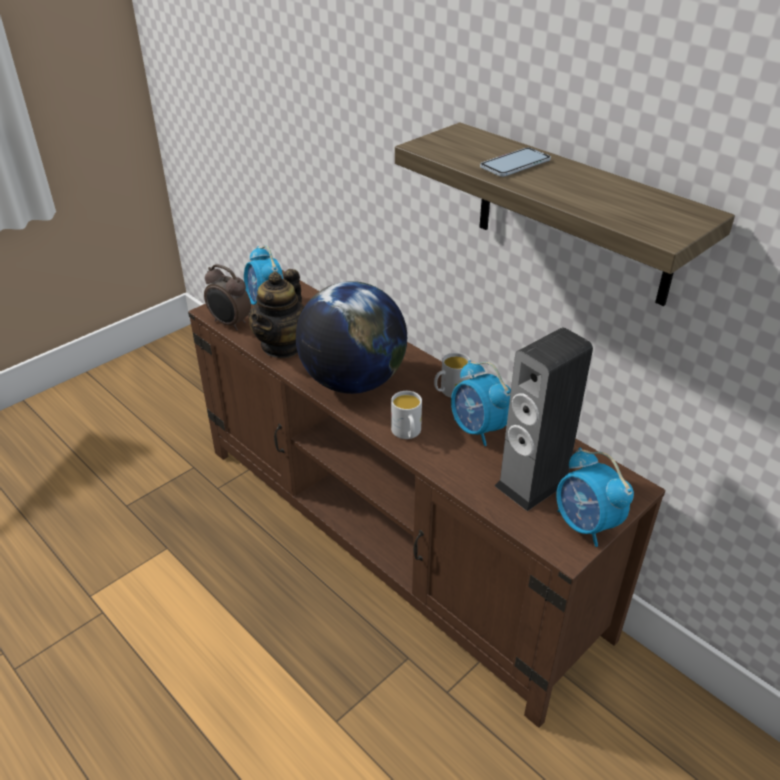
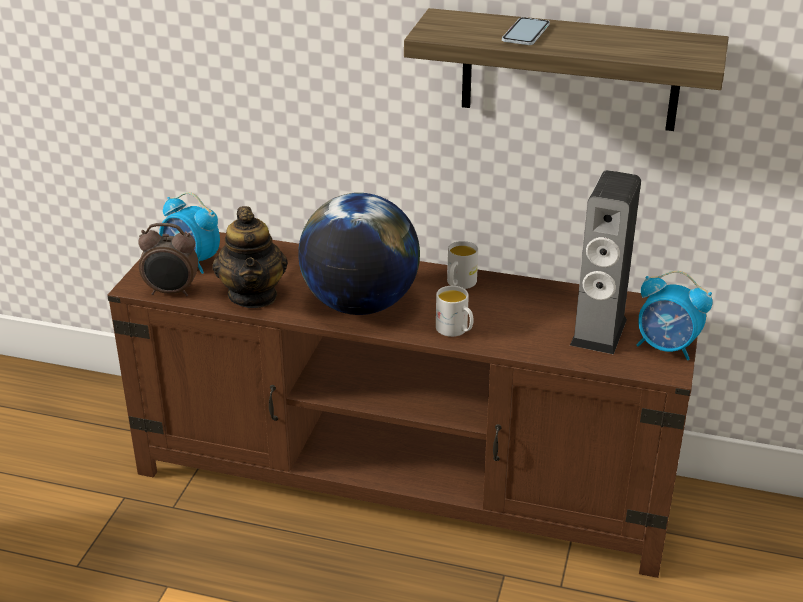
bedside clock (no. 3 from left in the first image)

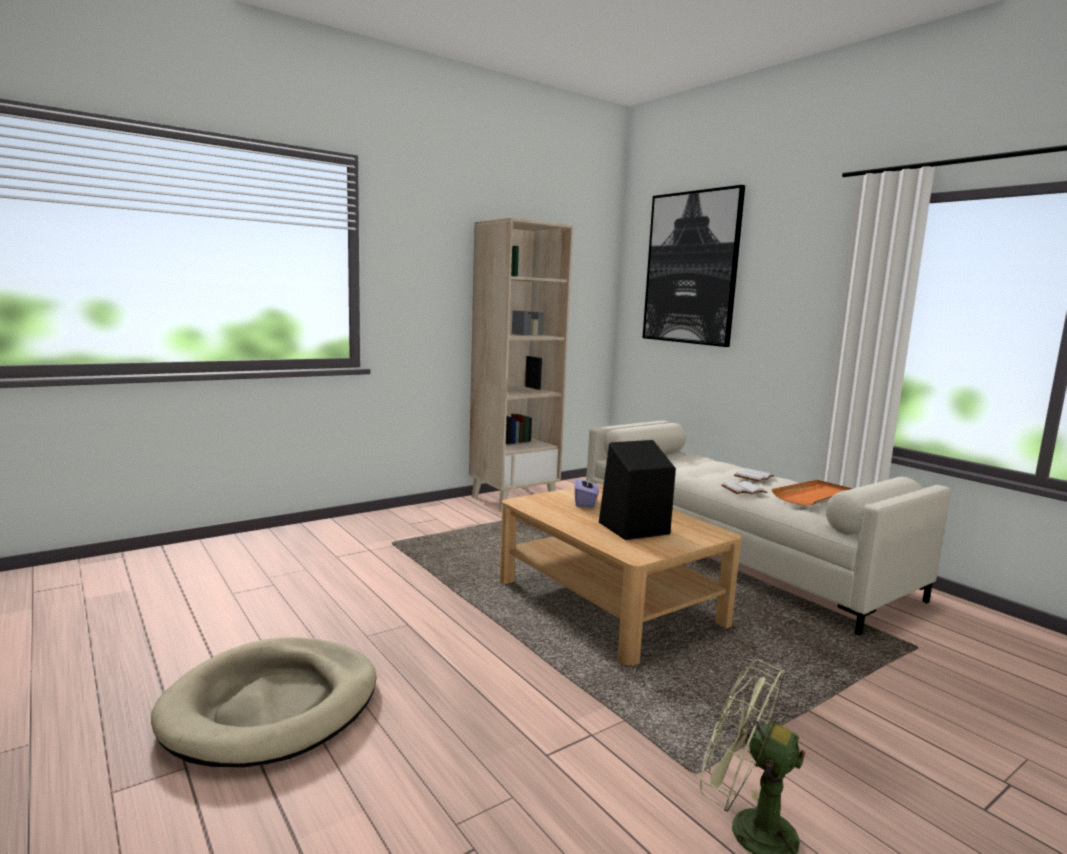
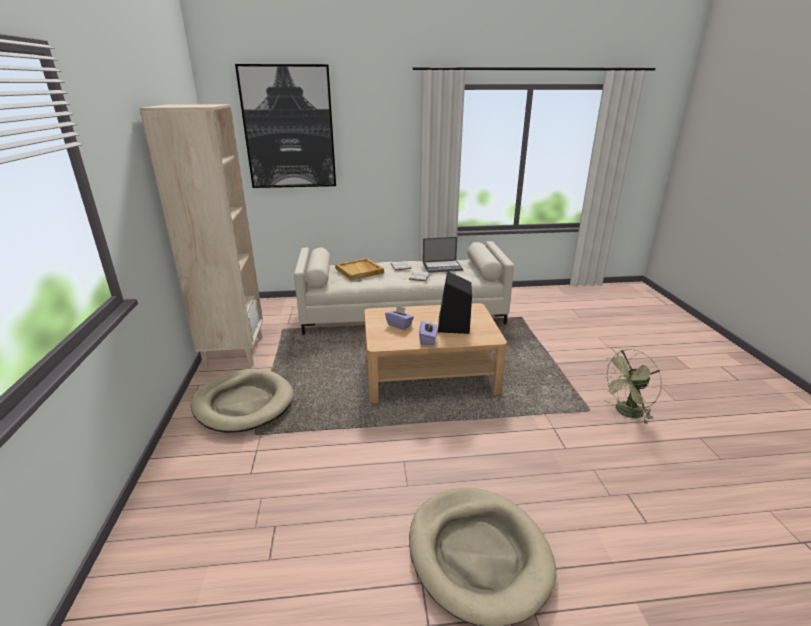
laptop
carrying tray/beige
tissue holder/purplish (no. 2 from left)
dog bed/beige (no. 1 from left)

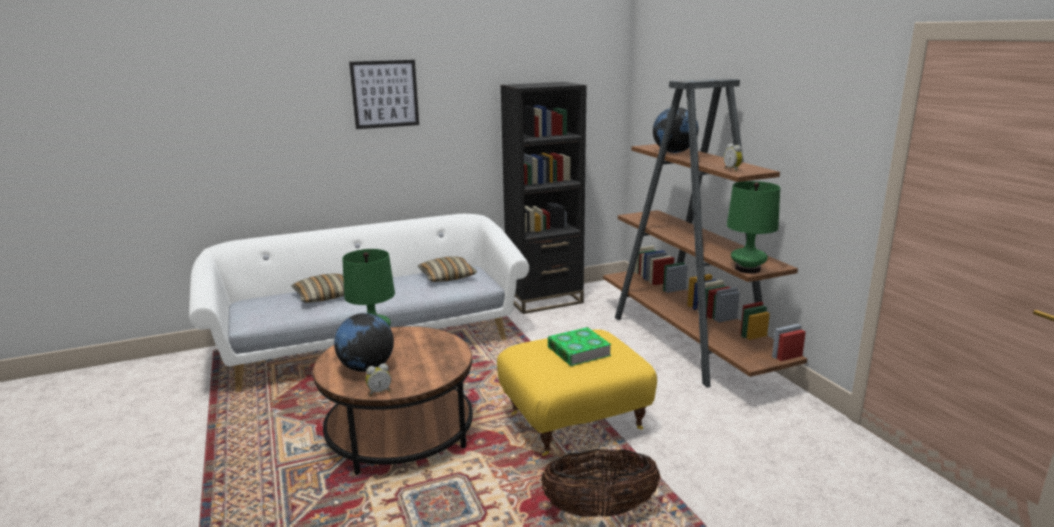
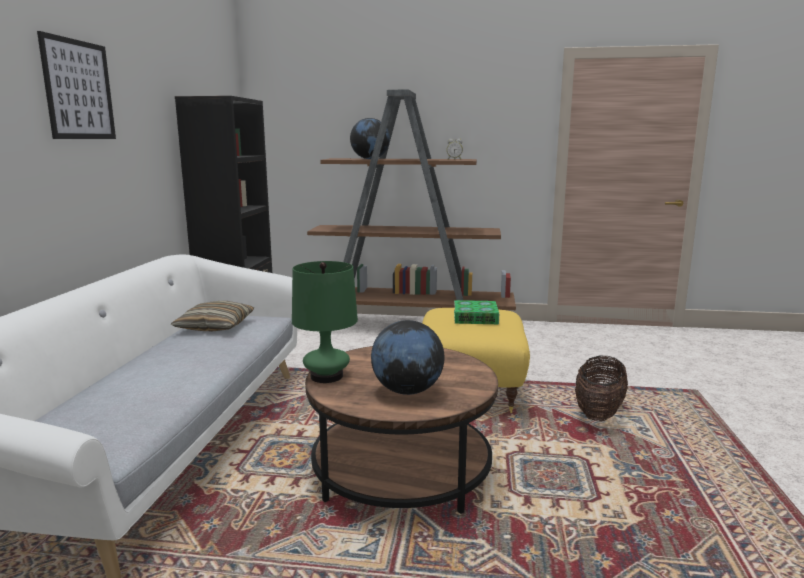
tabletop lamp/green-coloured (no. 2 from left in the first image)
cushion (no. 1 from left in the first image)
bedside clock (no. 1 from left in the first image)

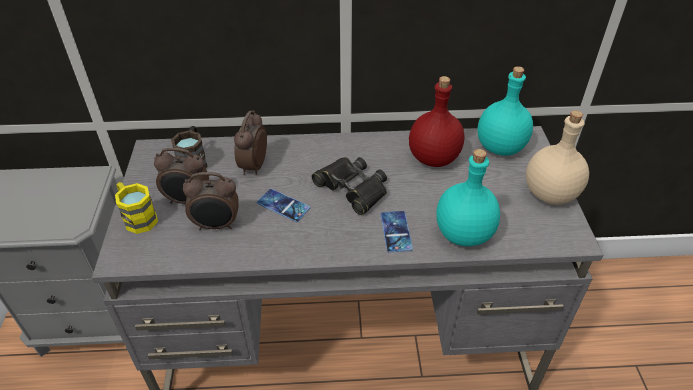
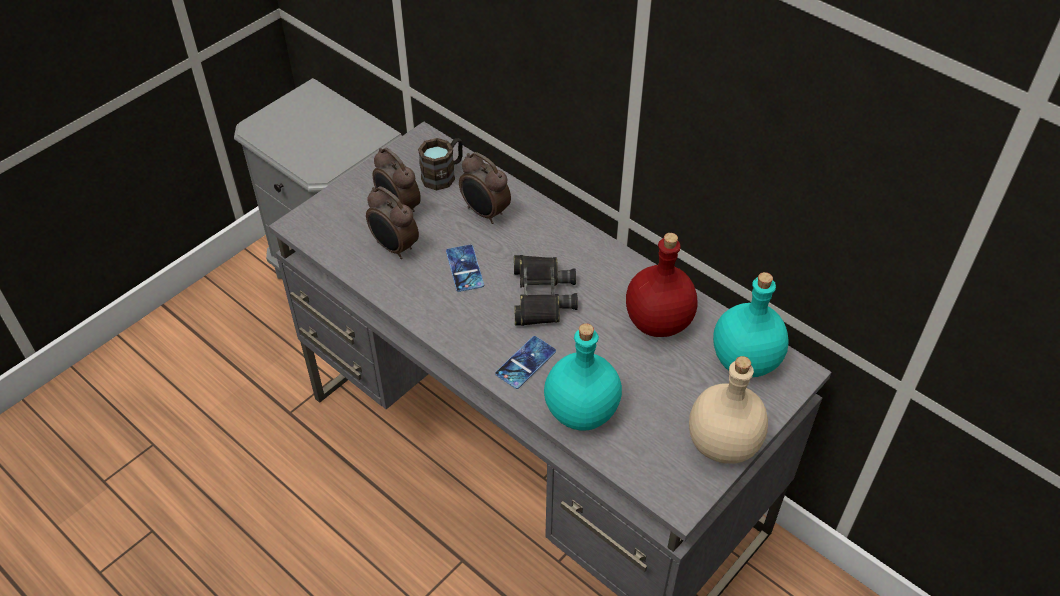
bedside clock (no. 3 from left)
tea mug/yellow

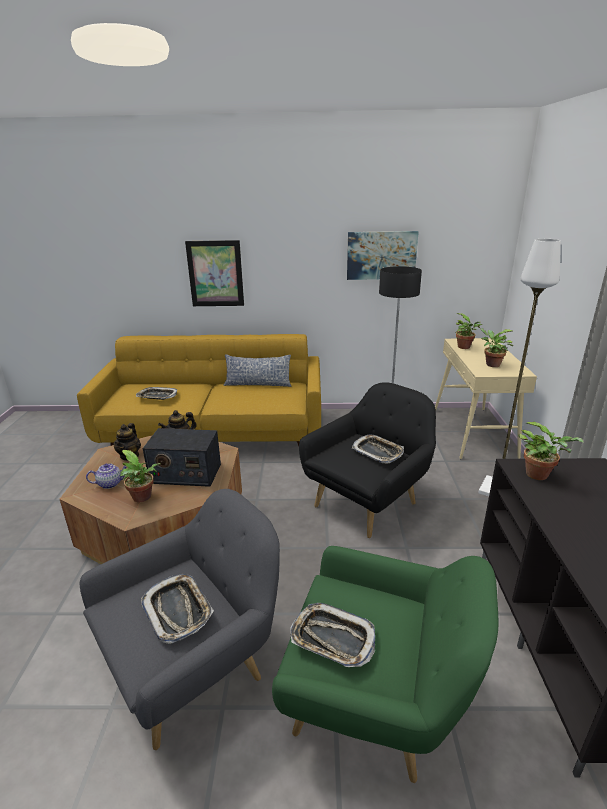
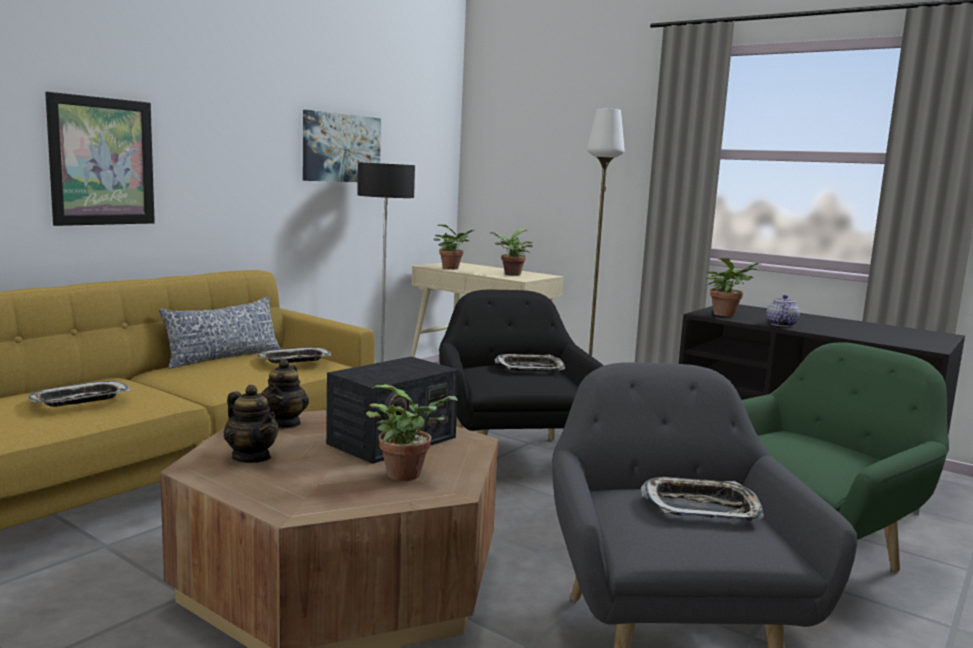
teapot (no. 3 from left)
carrying tray (no. 2 from left)

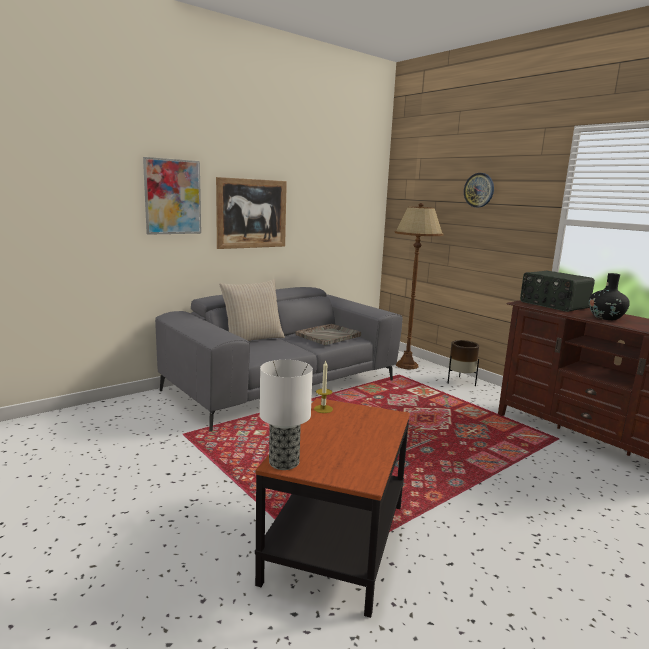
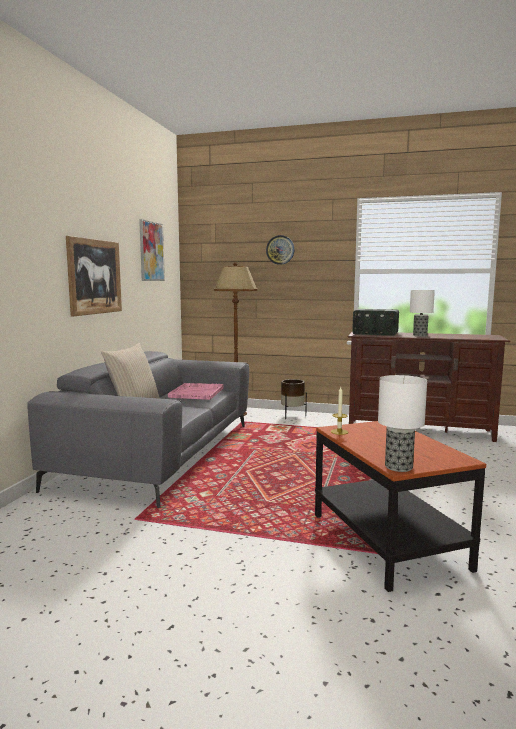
wall picture (no. 2 from left)
tabletop lamp (no. 2 from left)
carrying tray/pinkish

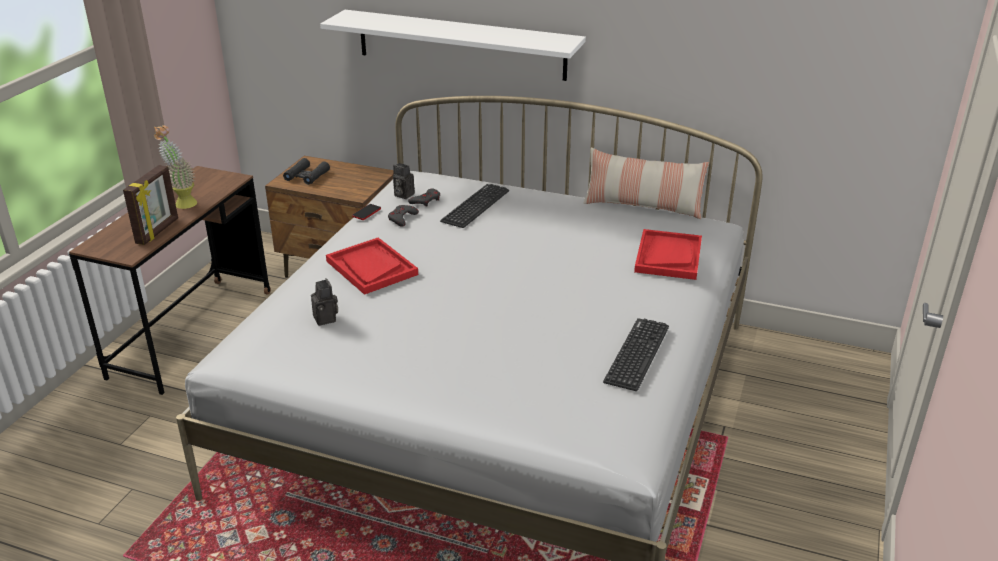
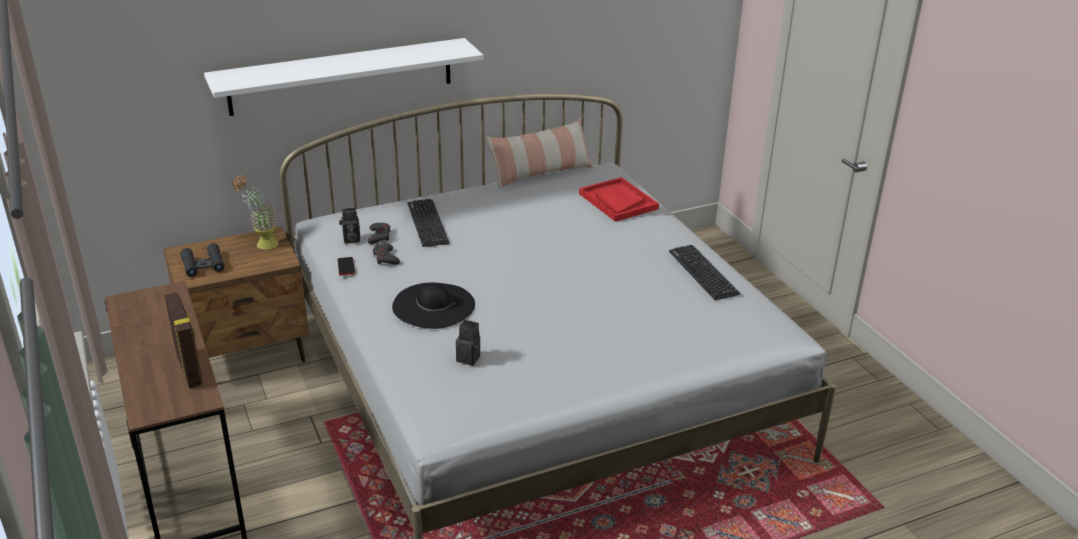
plant in a pot
clothing hat/blackish

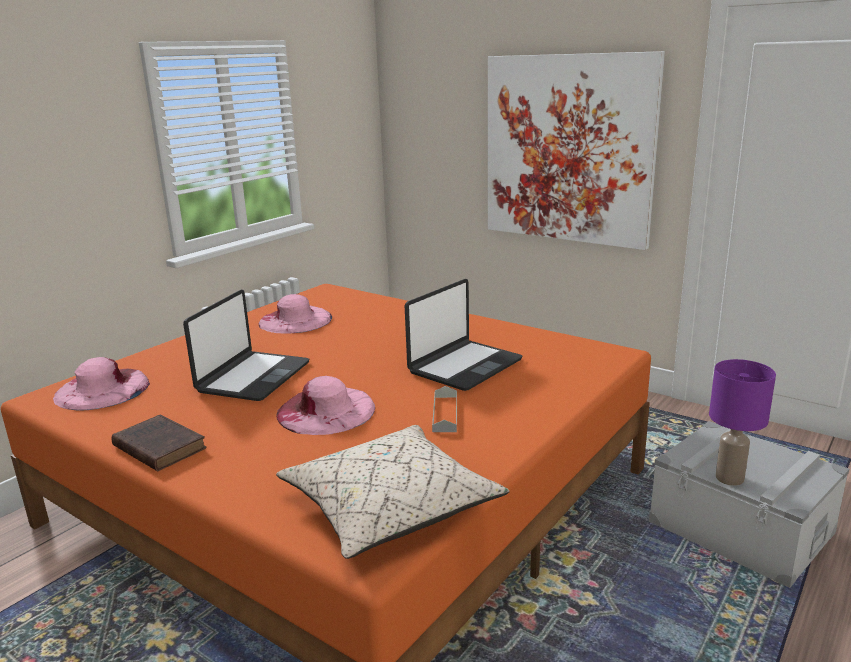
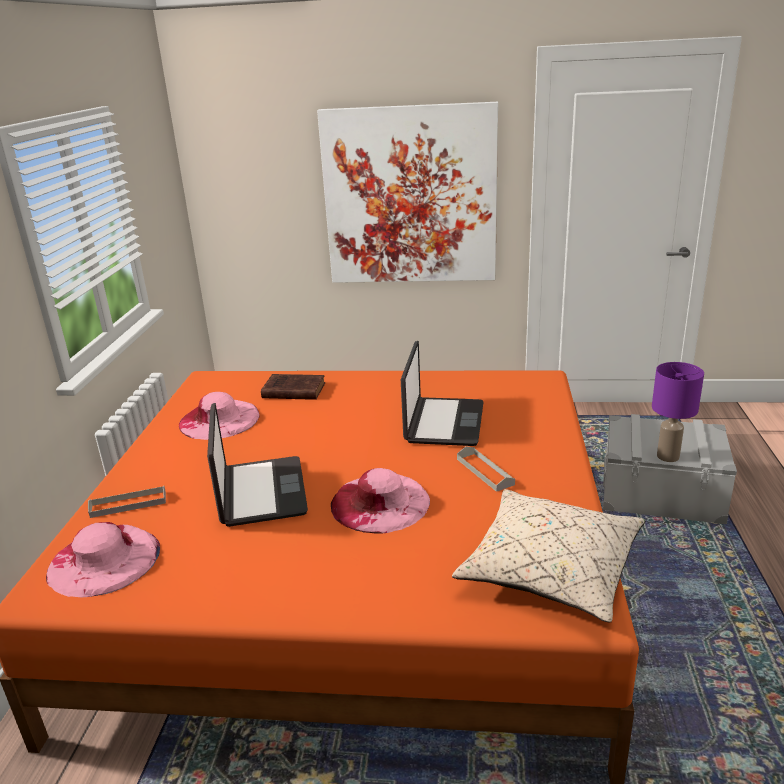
volume/brown-coloured
carrying tray/greyish (no. 1 from left)

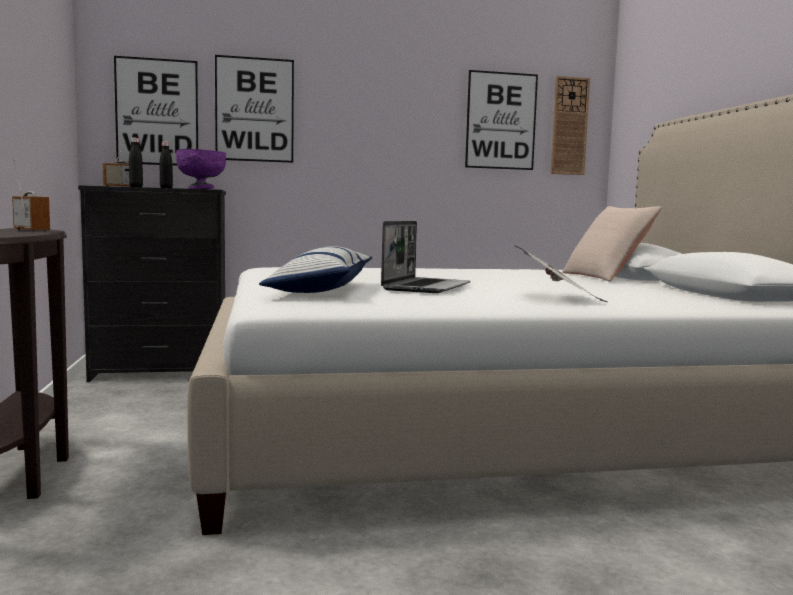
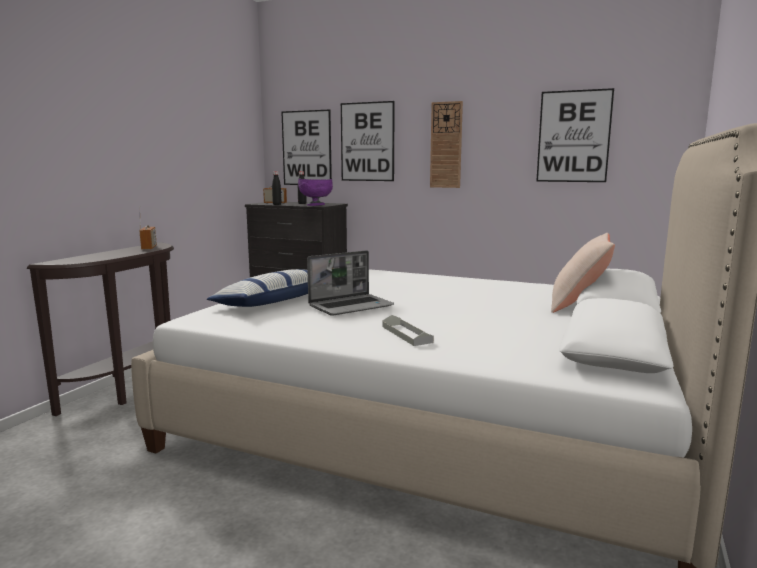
clock on the wall
carrying tray/greyish

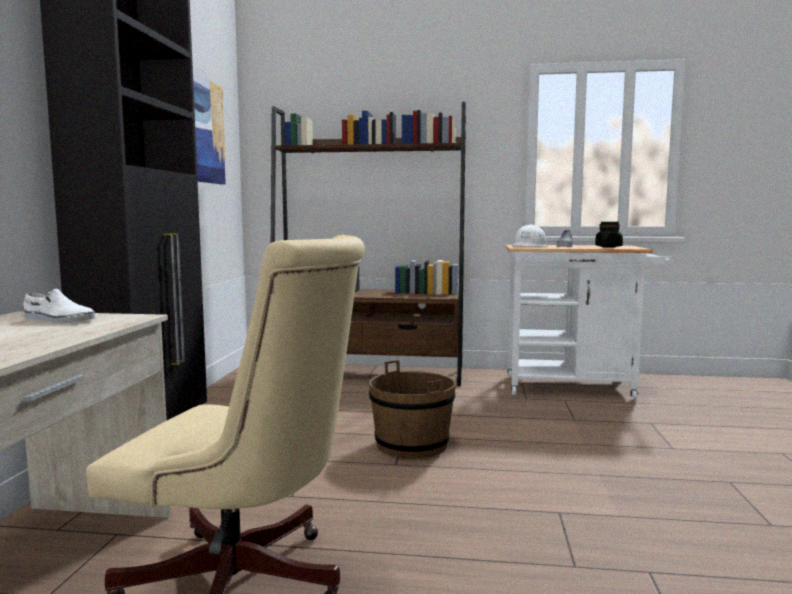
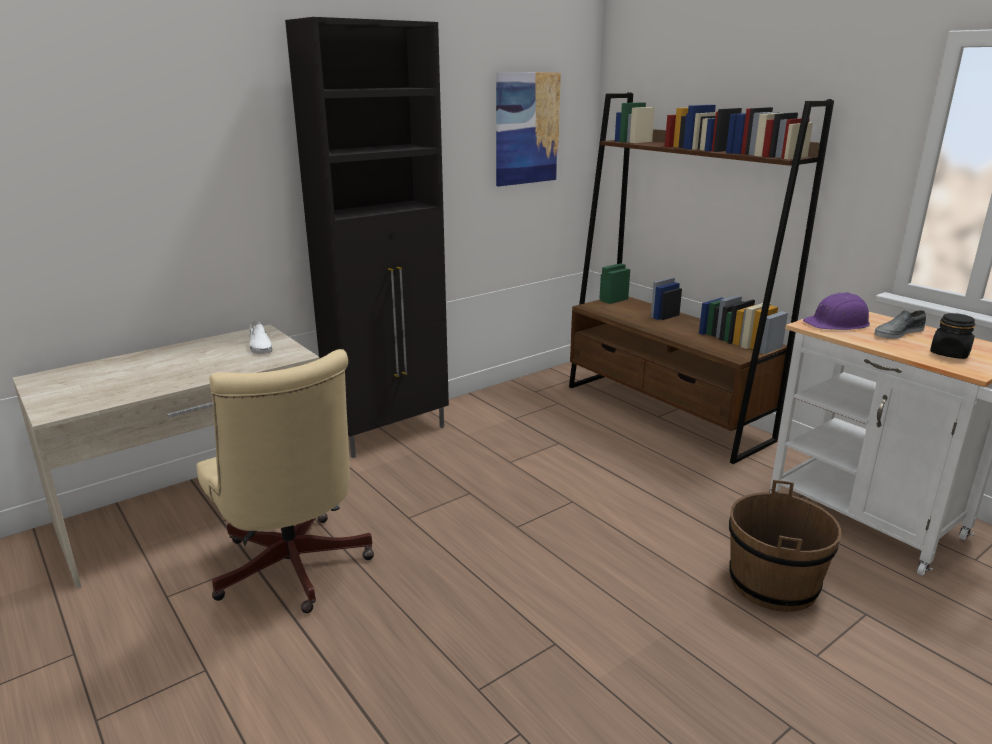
work helmet/purplish
water bucket/brown-coloured

